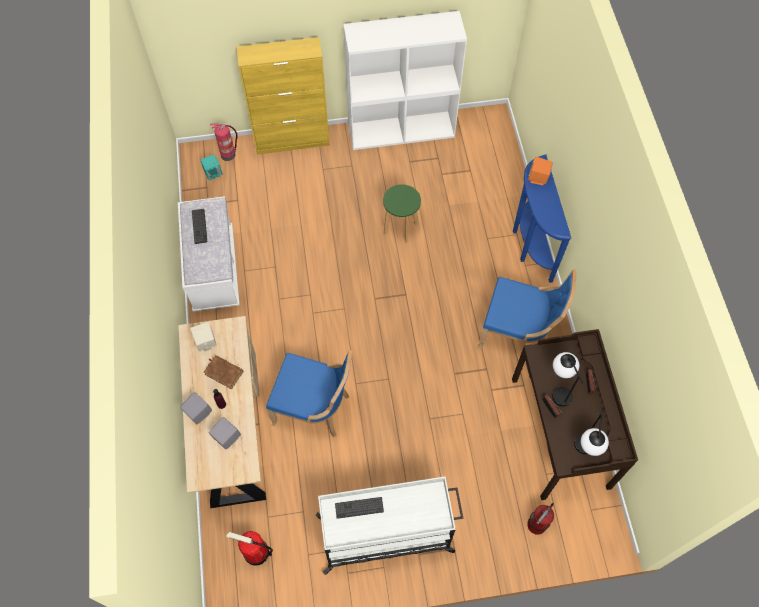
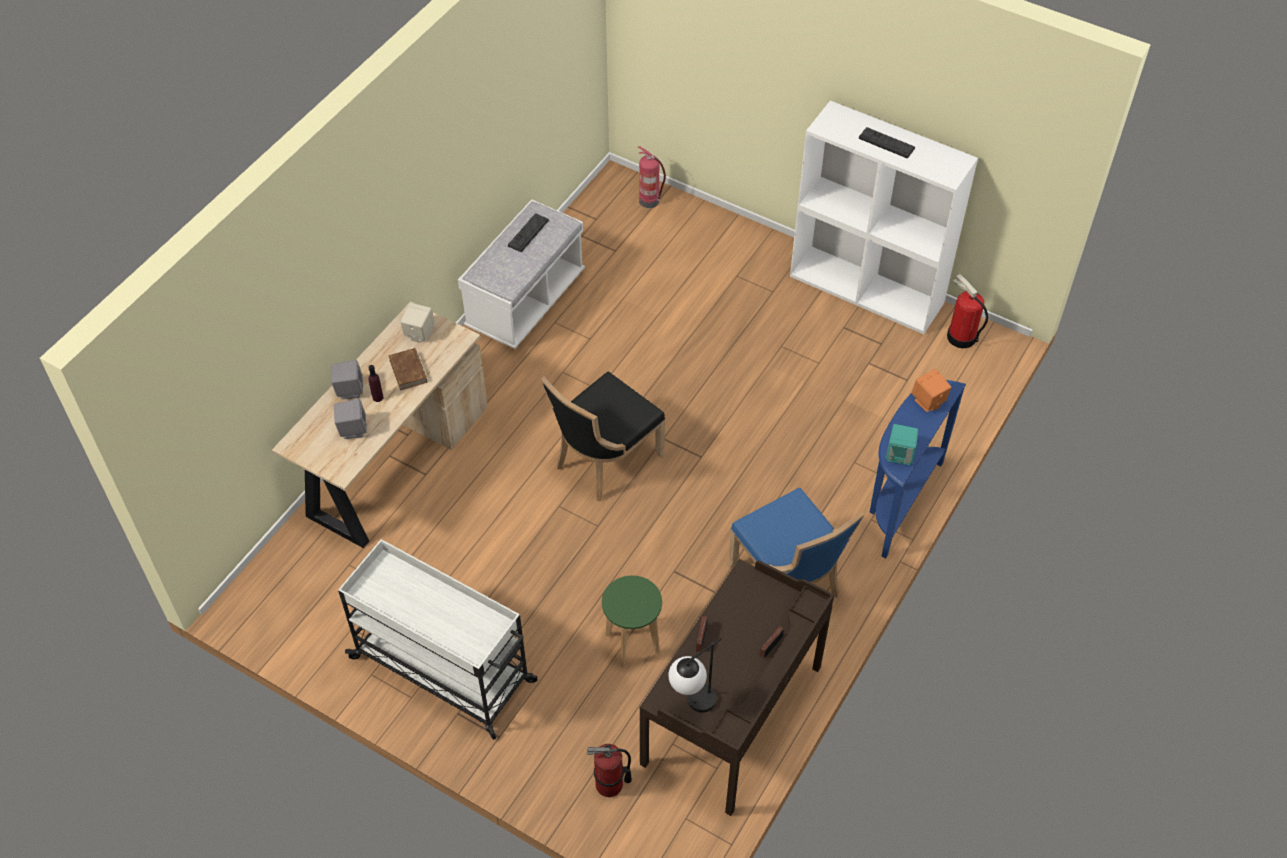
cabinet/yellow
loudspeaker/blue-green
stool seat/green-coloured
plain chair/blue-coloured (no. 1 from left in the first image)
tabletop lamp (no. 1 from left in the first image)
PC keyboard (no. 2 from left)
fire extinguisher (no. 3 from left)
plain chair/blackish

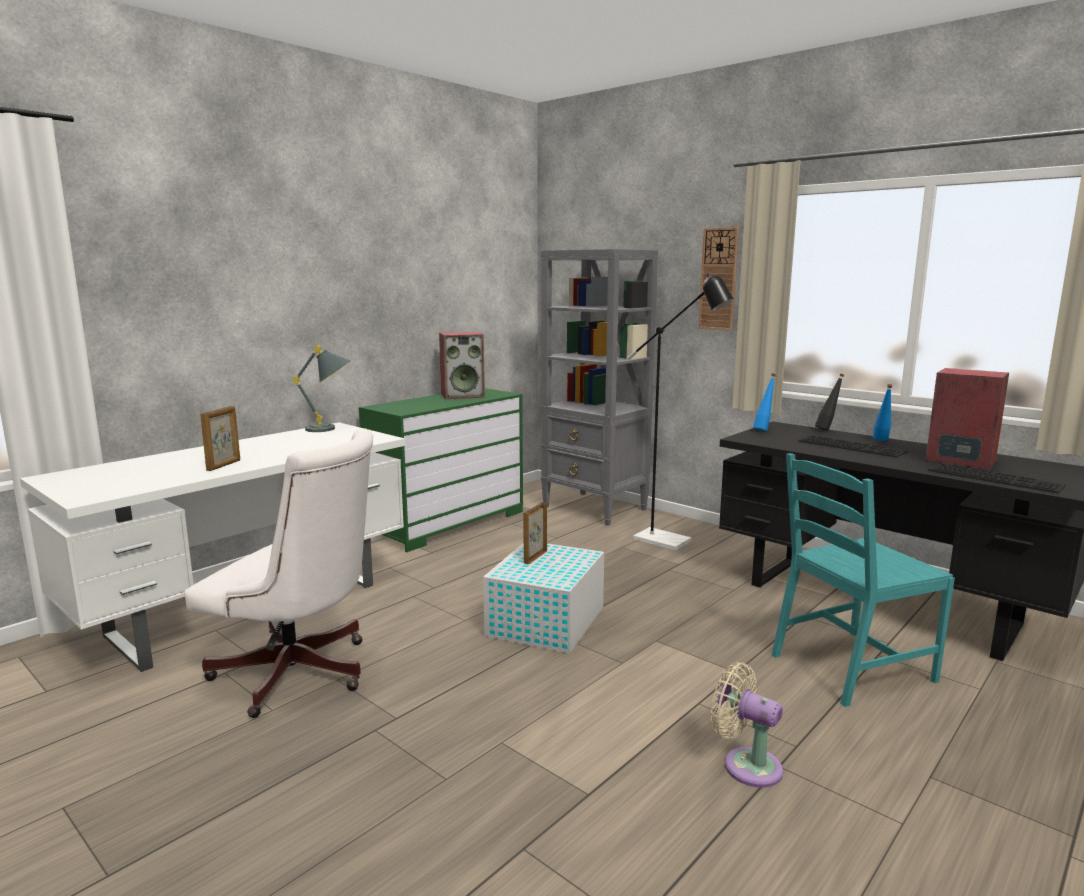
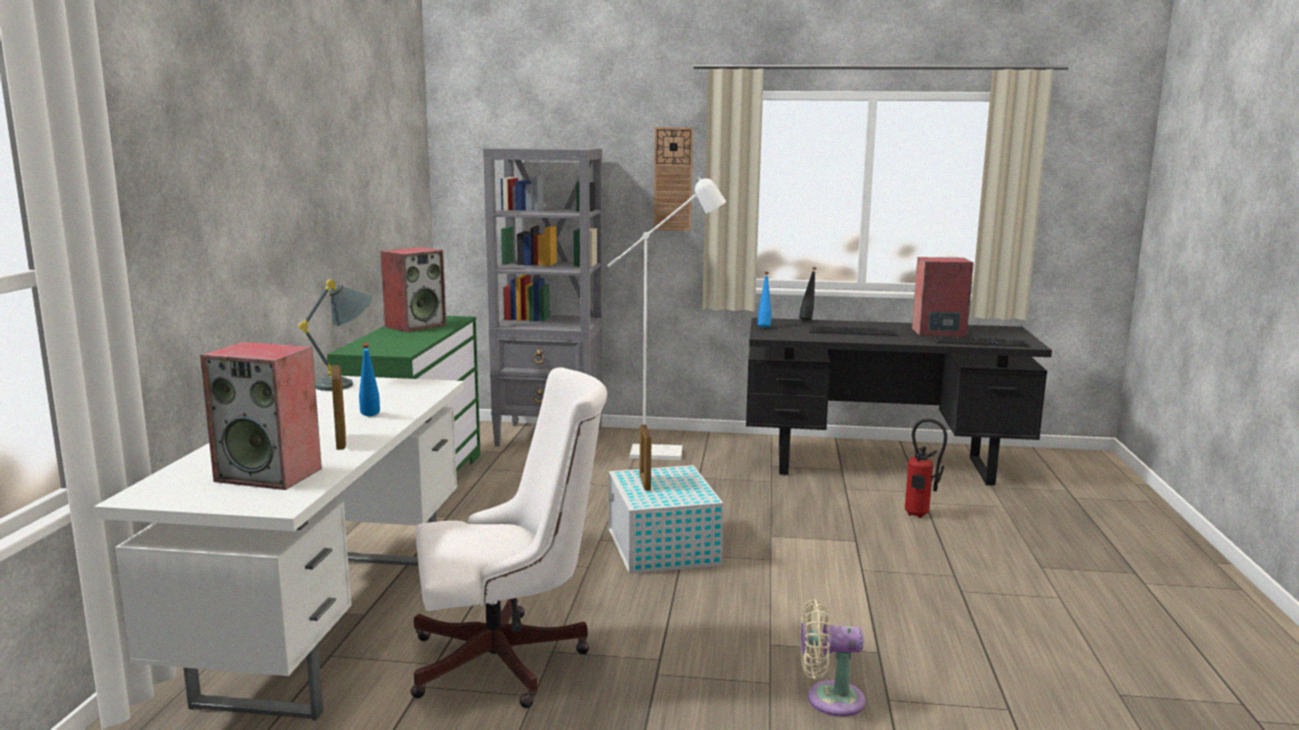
floor lamp/whitish
beverage bottle/blue-coloured (no. 1 from left)
fire extinguisher
electric fan/beige
loudspeaker (no. 1 from left)

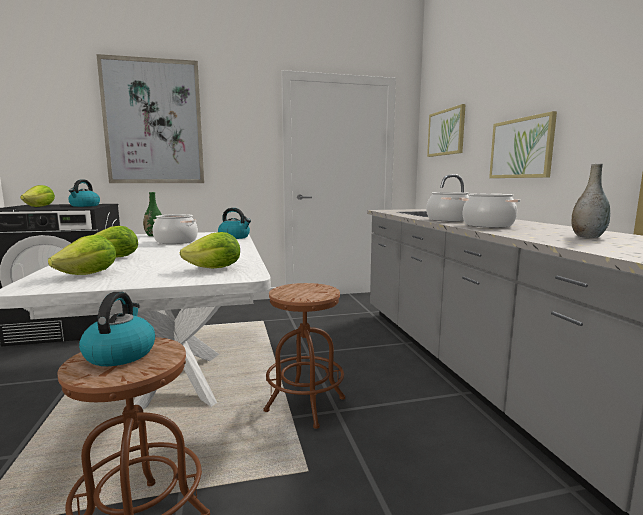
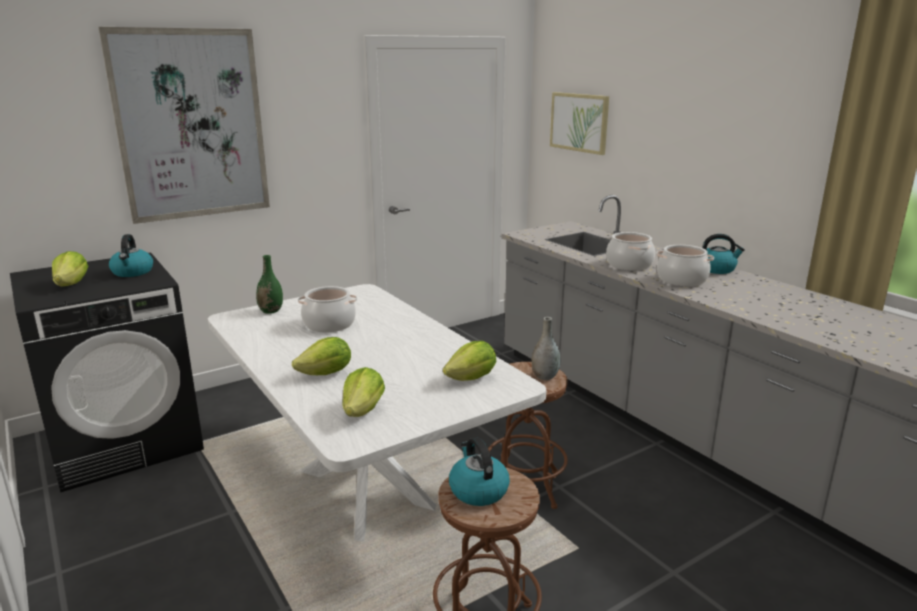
wall picture (no. 3 from left in the first image)
vase/greyish
kettle (no. 3 from left)

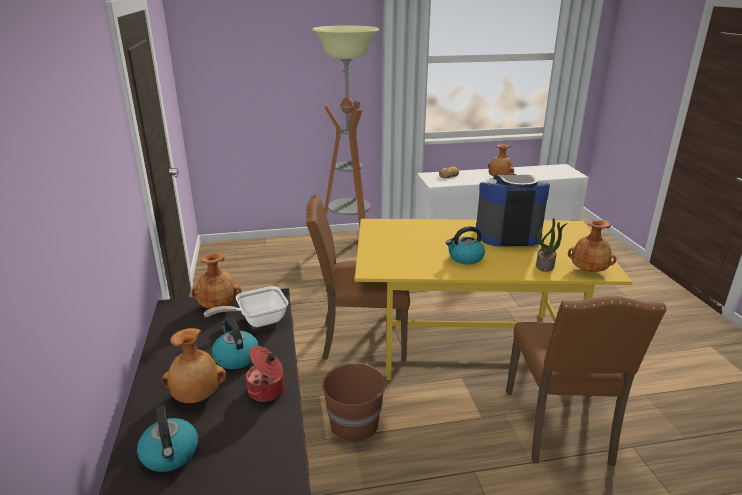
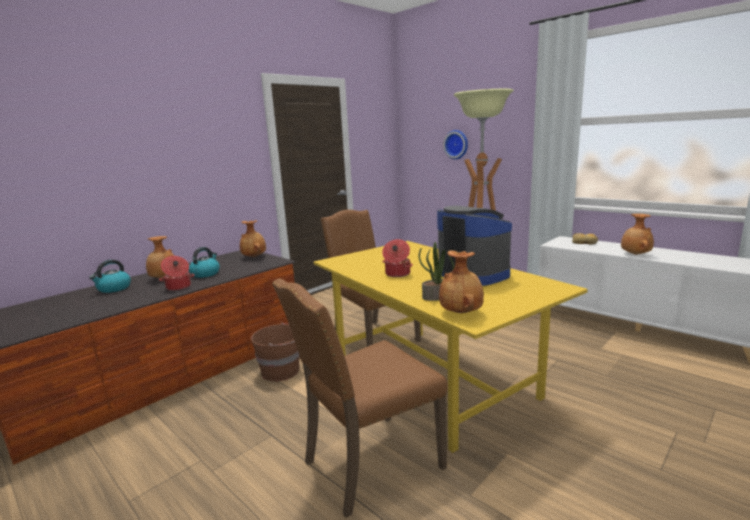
stockpot (no. 2 from left)
pan
clock on the wall

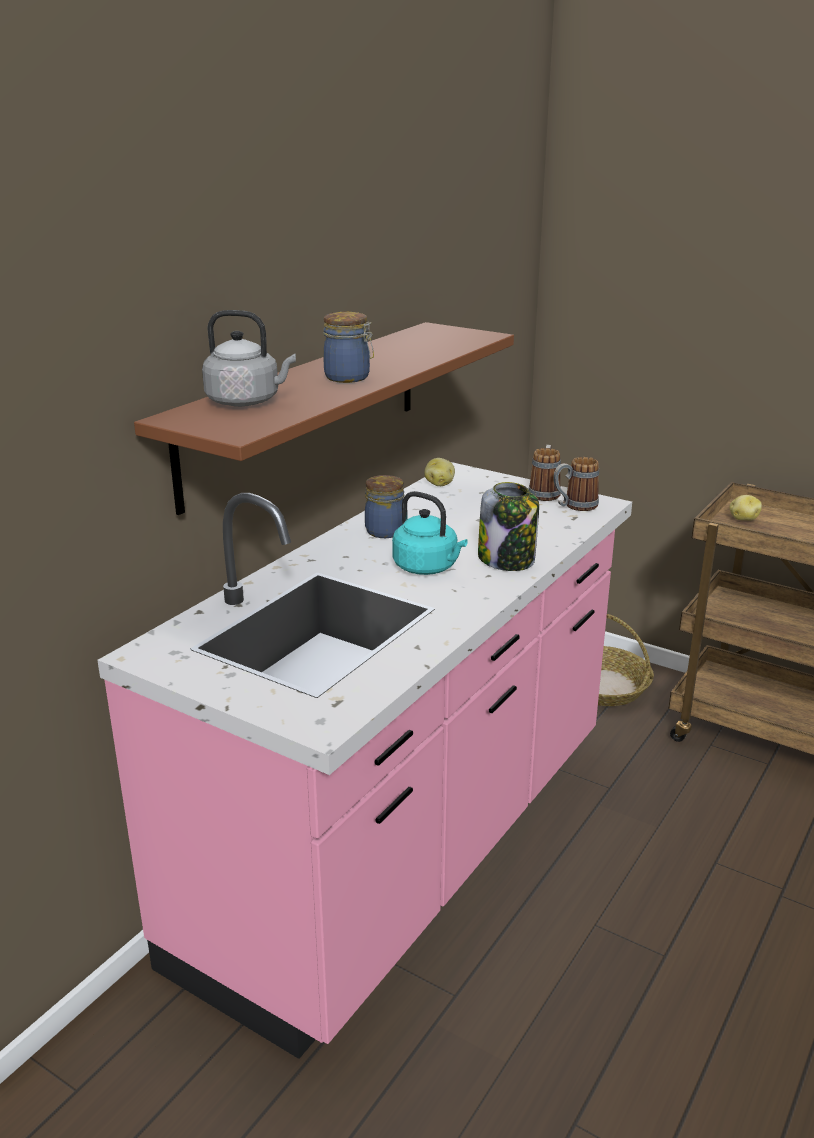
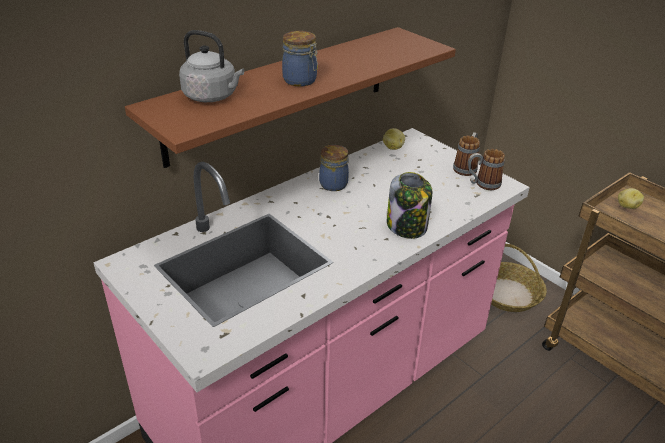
kettle/blue-green

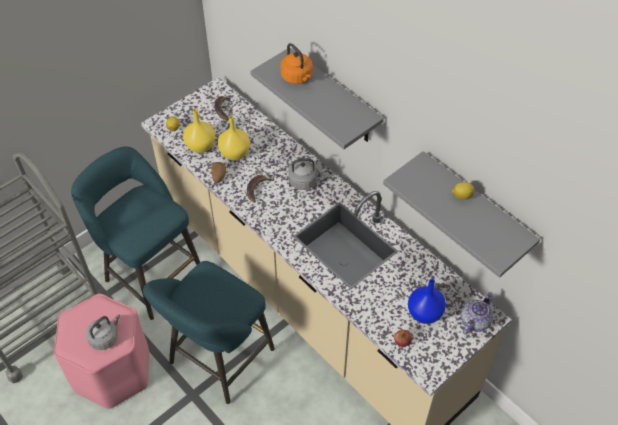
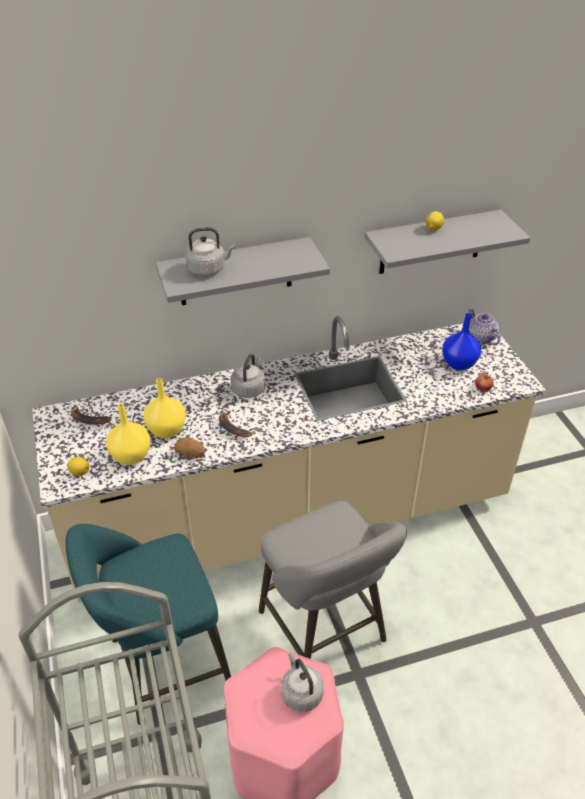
kettle/greyish (no. 1 from left)
stool seat/greyish

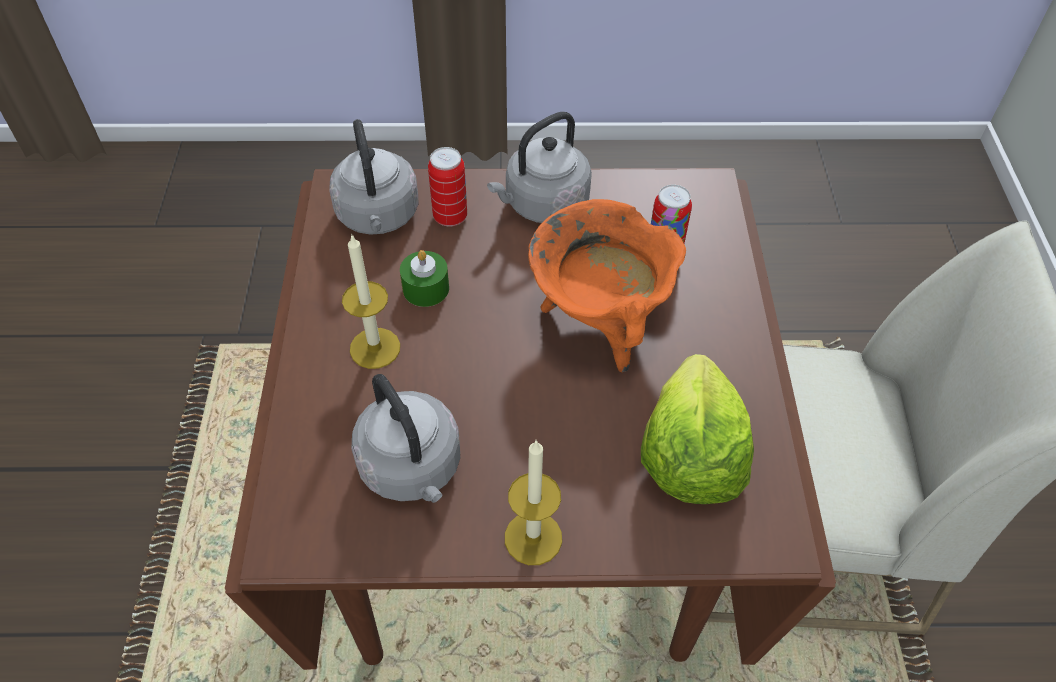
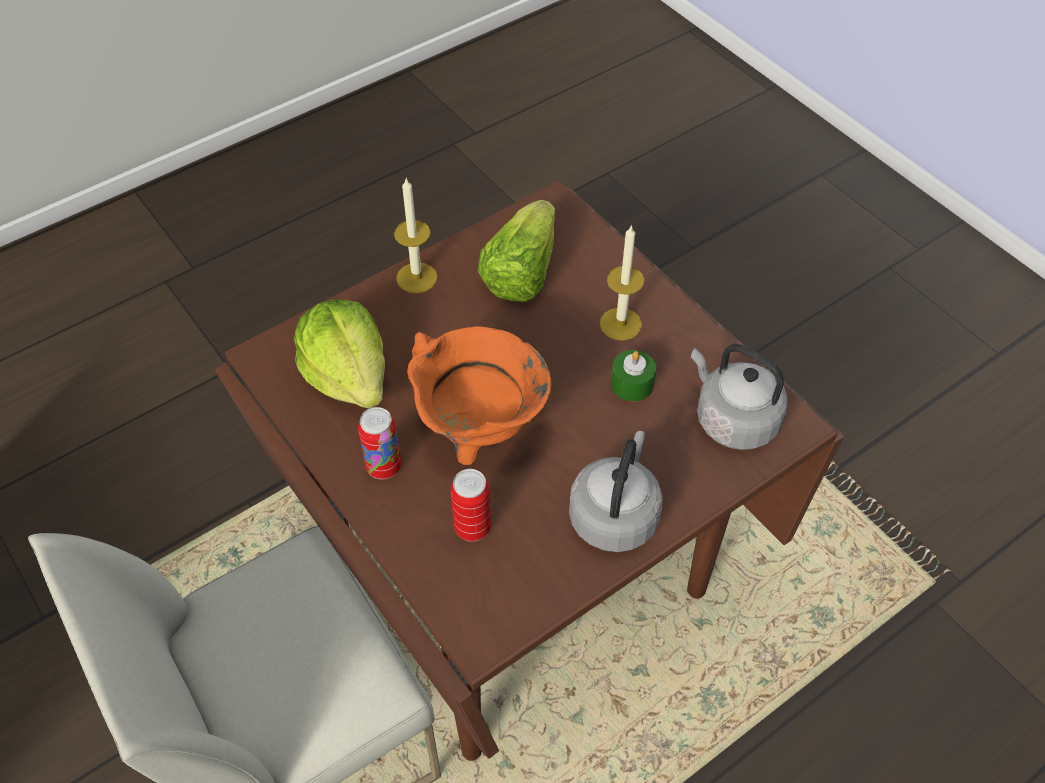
sealed can (no. 1 from left)
lettuce head (no. 2 from left)

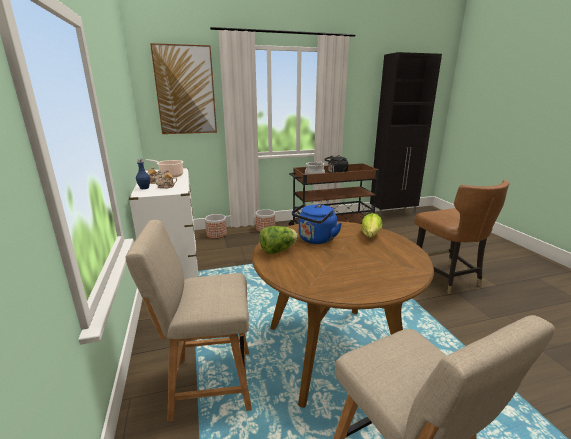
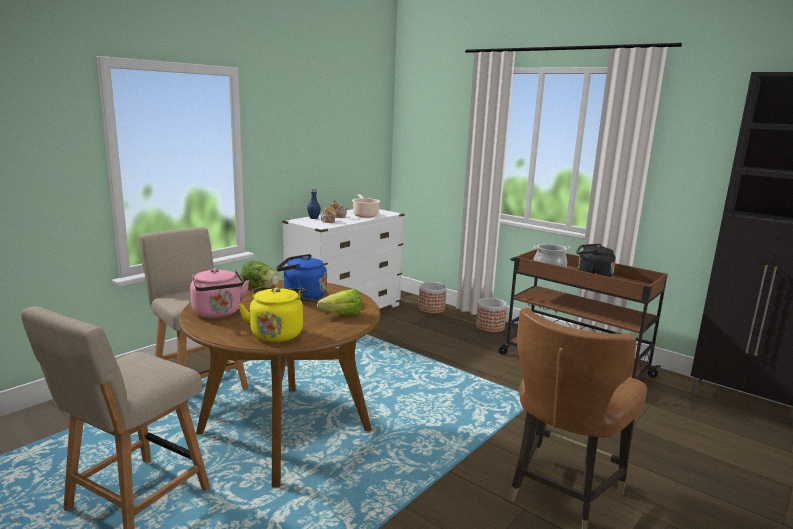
wall picture
kettle/pinkish
kettle/yellow

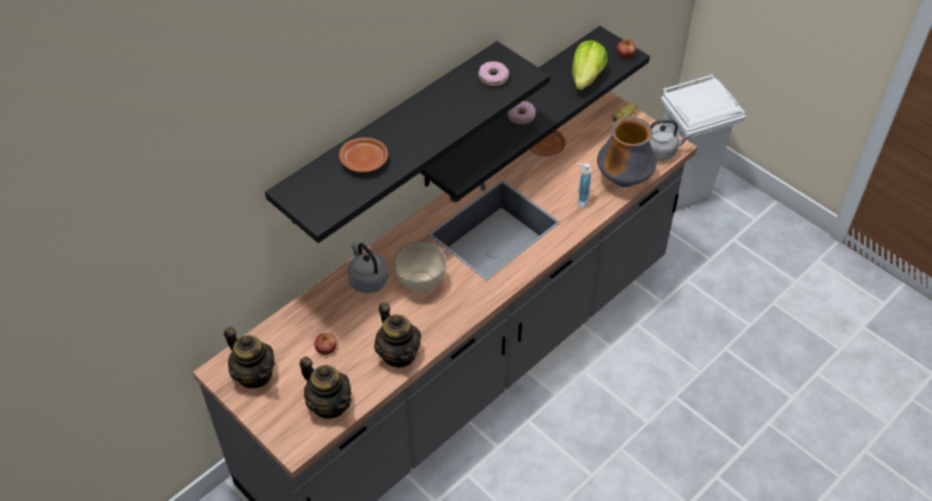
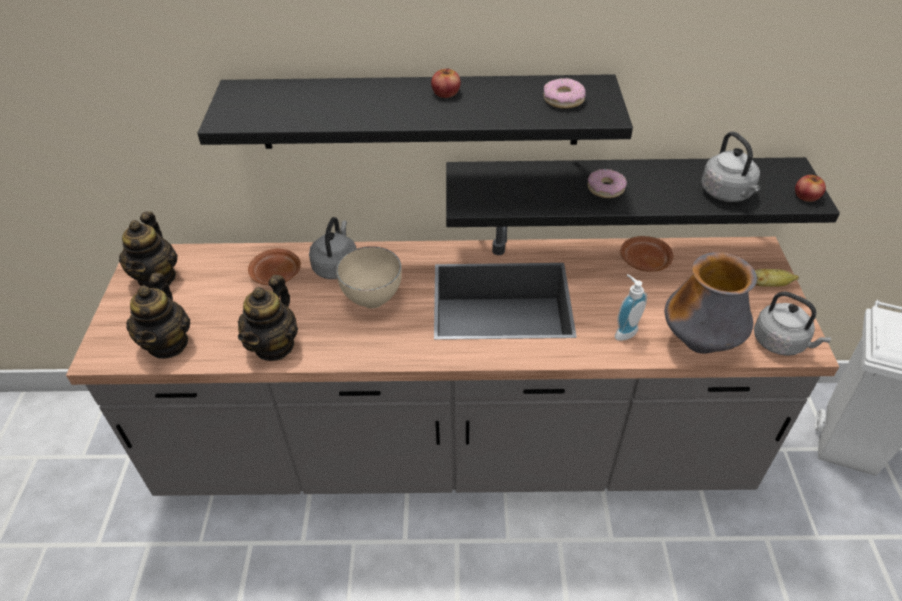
kettle/greyish (no. 2 from left)
flat dish/brown-coloured (no. 1 from left)
apple fruit (no. 1 from left)

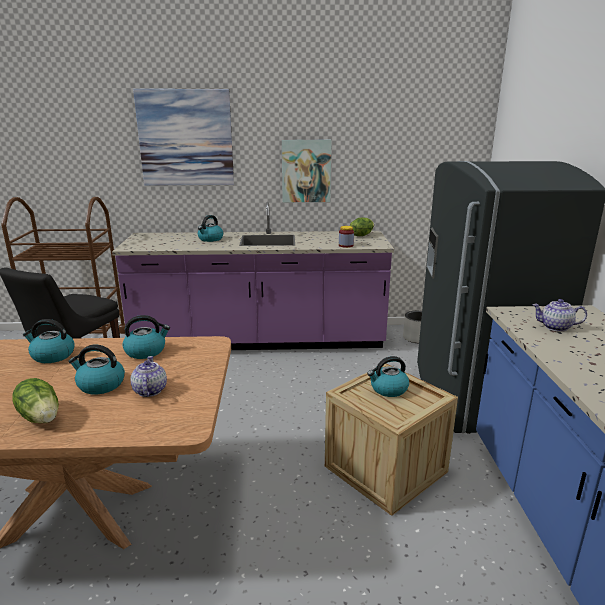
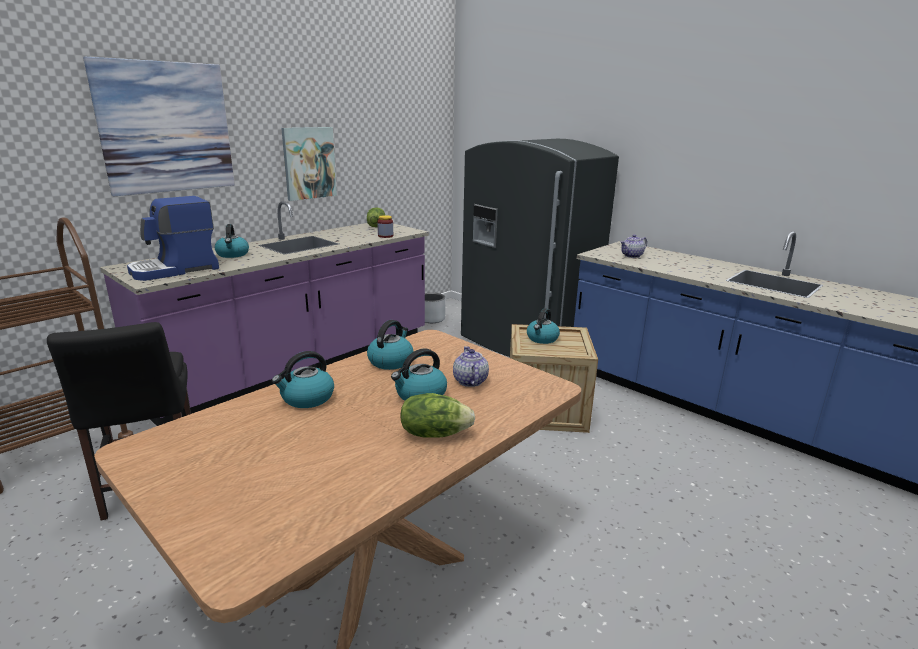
teapot (no. 1 from left)
coffee machine

